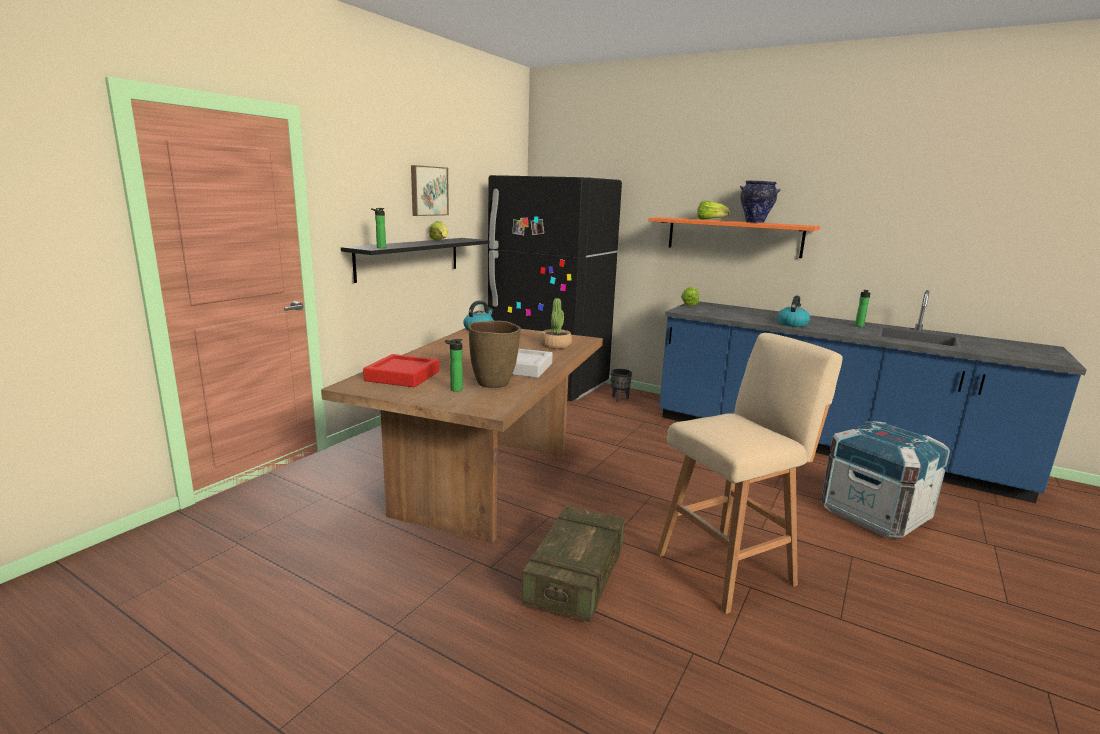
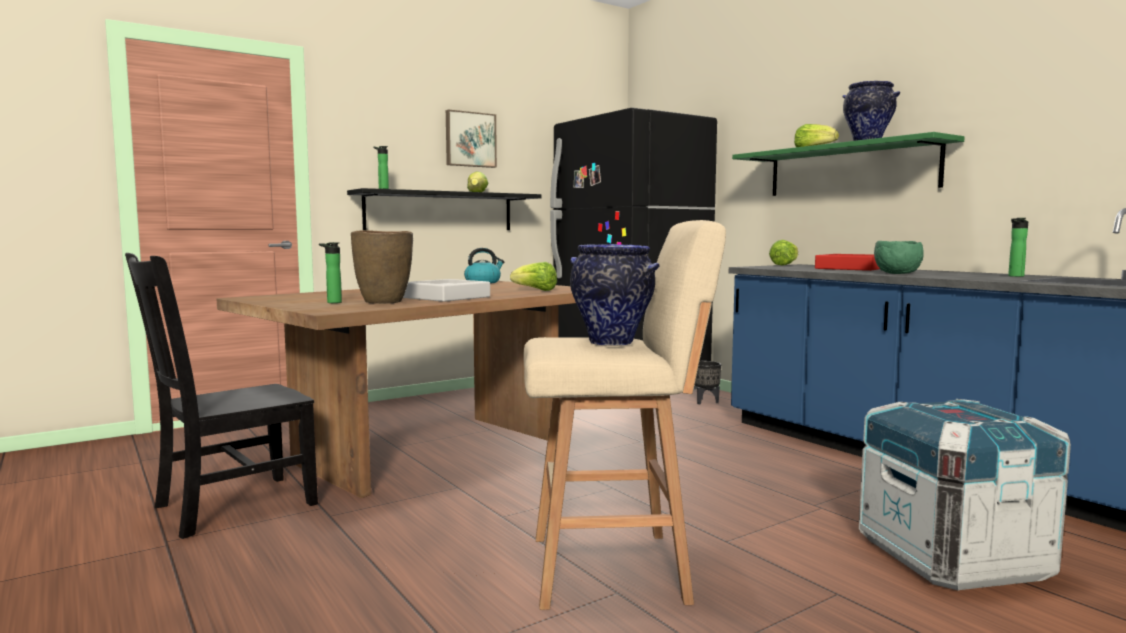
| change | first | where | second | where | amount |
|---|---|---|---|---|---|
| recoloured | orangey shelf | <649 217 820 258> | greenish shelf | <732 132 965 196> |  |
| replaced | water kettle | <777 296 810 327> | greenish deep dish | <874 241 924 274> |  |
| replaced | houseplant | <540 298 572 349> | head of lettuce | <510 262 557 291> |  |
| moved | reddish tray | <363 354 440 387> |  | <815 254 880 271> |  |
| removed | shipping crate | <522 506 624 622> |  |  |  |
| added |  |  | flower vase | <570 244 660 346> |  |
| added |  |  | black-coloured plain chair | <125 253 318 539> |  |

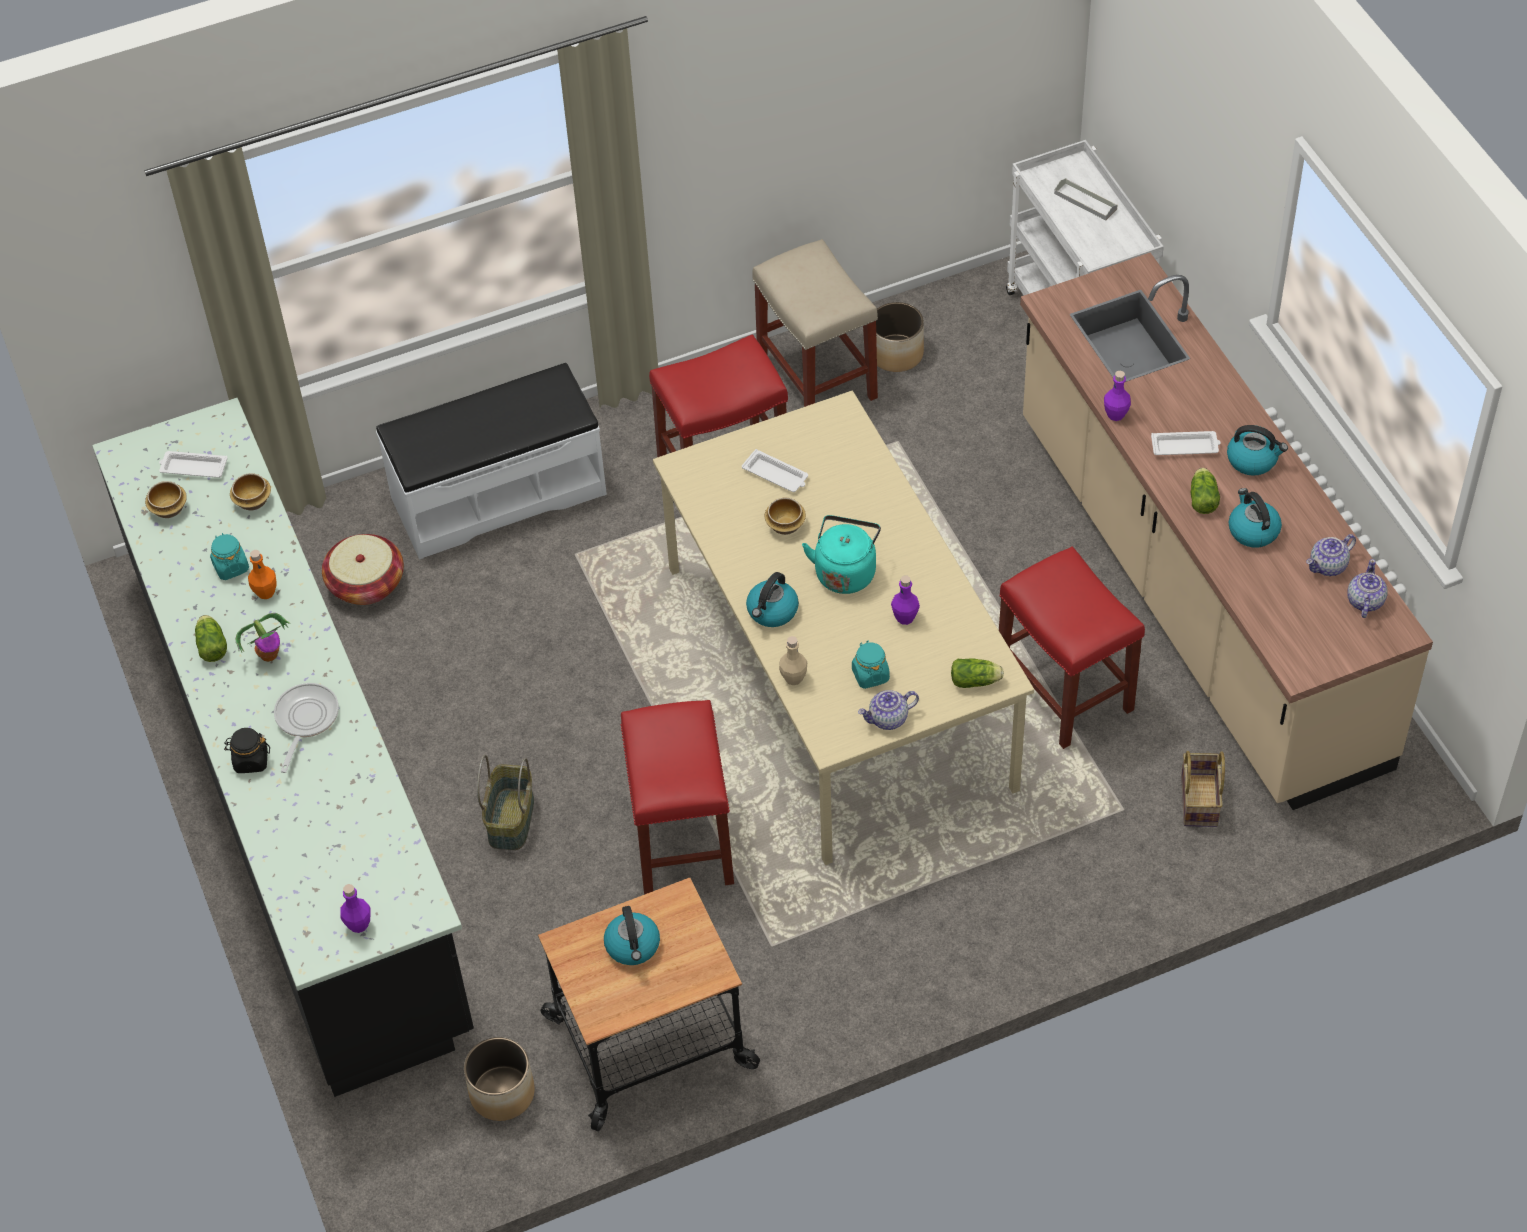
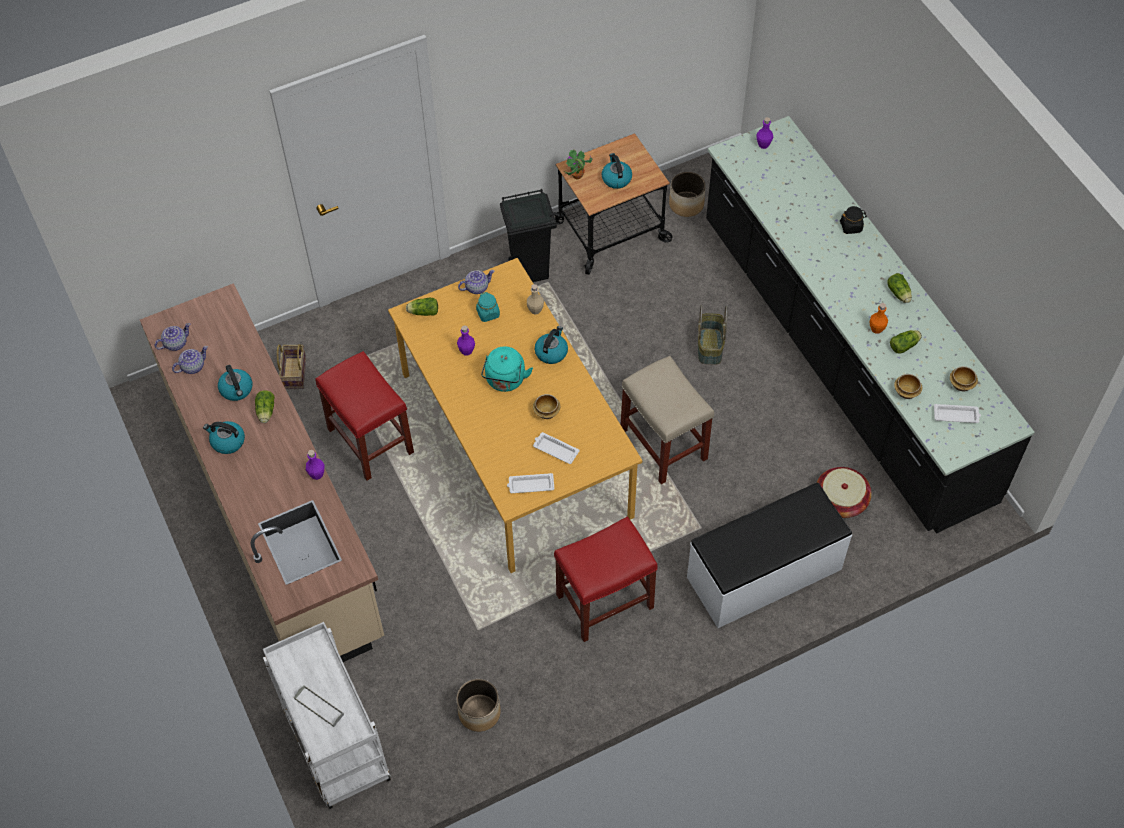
| change | first | where | second | where | amount |
|---|---|---|---|---|---|
| moved | sand-coloured sitting stool | <752 239 878 407> |  | <620 356 714 484> |  |
| recoloured | sand-coloured dinner table | <653 391 1034 865> | orangey dinner table | <388 258 642 573> |  |
| moved | white-coloured tray | <1151 431 1221 455> |  | <507 473 554 493> |  |
| replaced | blue-green jar | <210 533 249 580> | head of lettuce | <890 330 922 354> |  |
| turned | tea pot | <1347 559 1388 618> |  | <155 323 190 351> | 135 degrees counterclockwise |
| moved | houseplant | <236 613 291 662> |  | <564 150 593 179> |  |
| removed | frying pan | <274 683 339 773> |  |  |  |
| removed | reddish sitting stool | <621 700 734 895> |  |  |  |
| added |  |  | black-coloured waste bin | <500 189 557 282> |  |

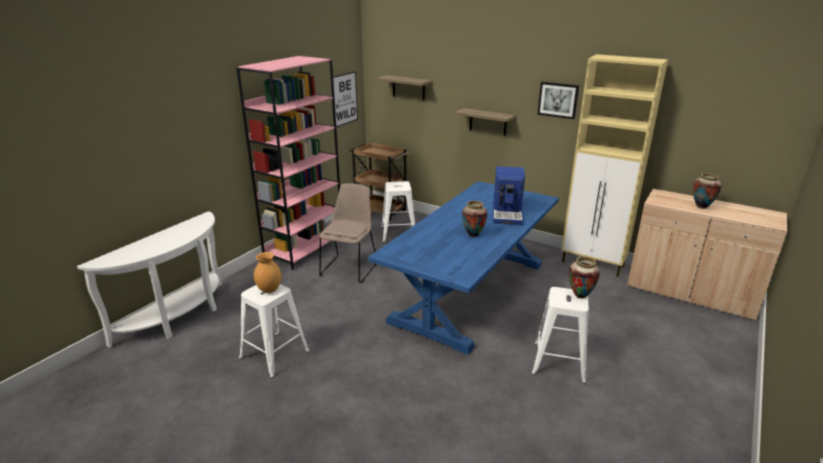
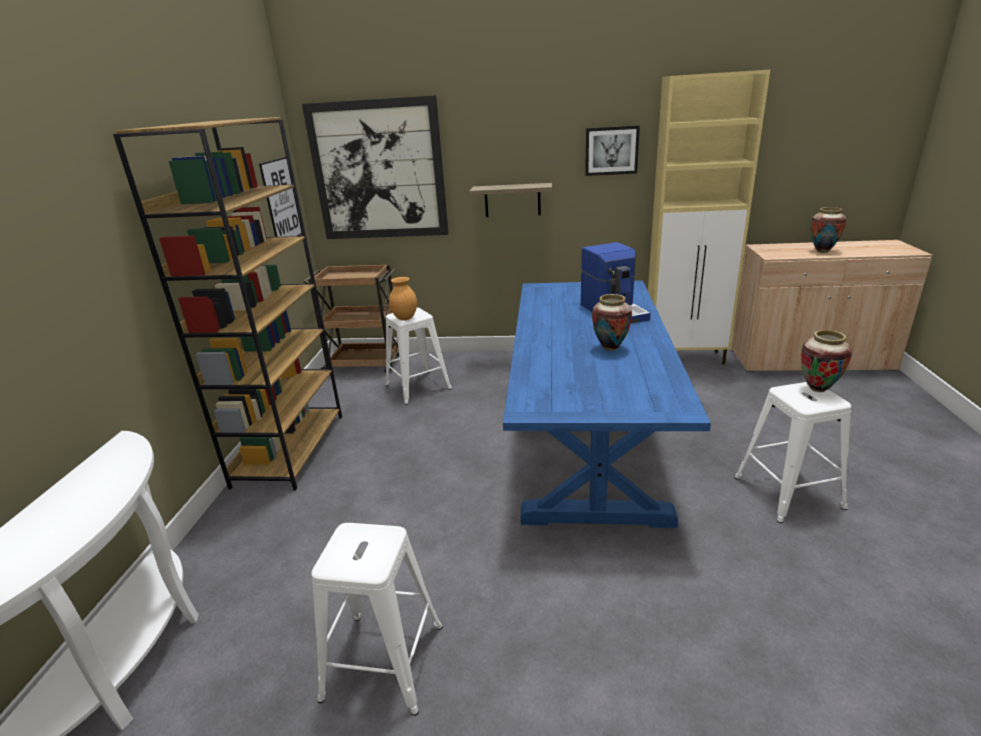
| change | first | where | second | where | amount |
|---|---|---|---|---|---|
| recoloured | pinkish bookshelf | <236 56 340 270> | brownish bookshelf | <113 117 342 490> |  |
| replaced | shelf | <377 75 431 100> | wall art | <302 95 449 239> |  |
| removed | sand-coloured plain chair | <319 183 377 283> |  |  |  |
| moved | brownish flower vase | <254 252 282 293> |  | <389 277 417 321> |  |

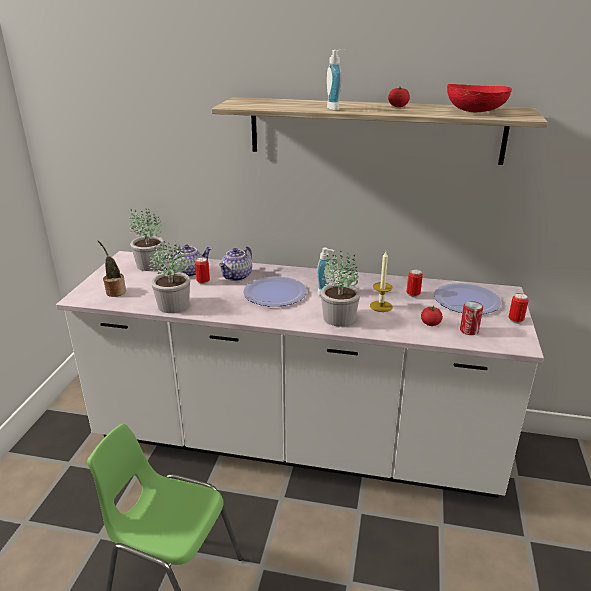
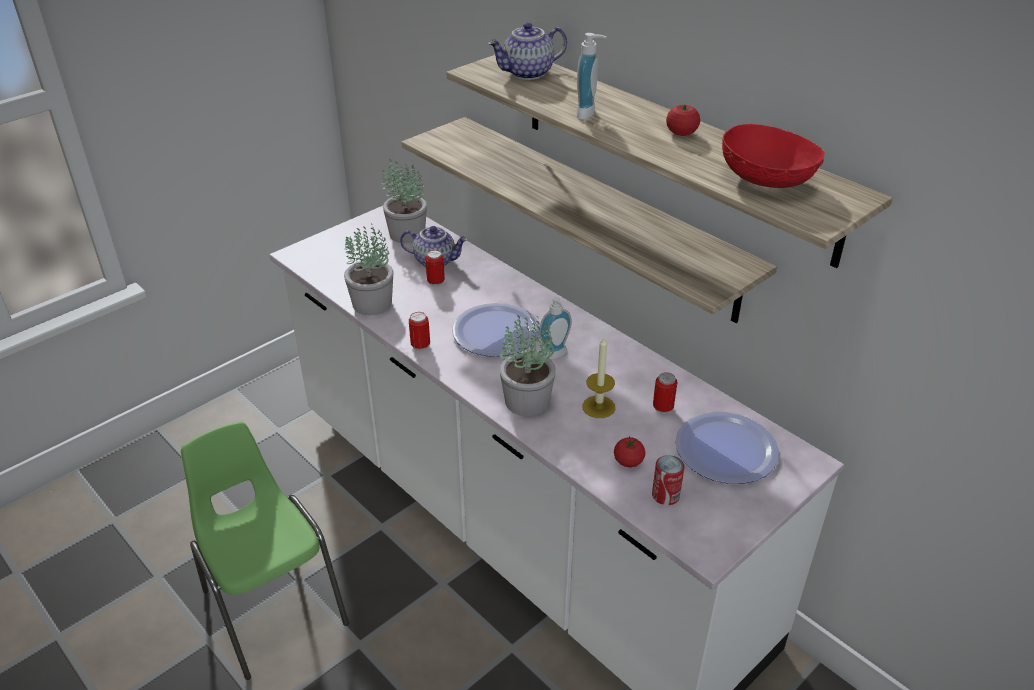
| change | first | where | second | where | amount |
|---|---|---|---|---|---|
| removed | houseplant | <98 240 126 297> |  |  |  |
| moved | tea pot | <219 247 252 281> |  | <488 22 567 80> |  |
| moved | metal can | <509 293 529 324> |  | <409 312 430 351> |  |
| added |  |  | shelf | <401 117 777 323> |  |

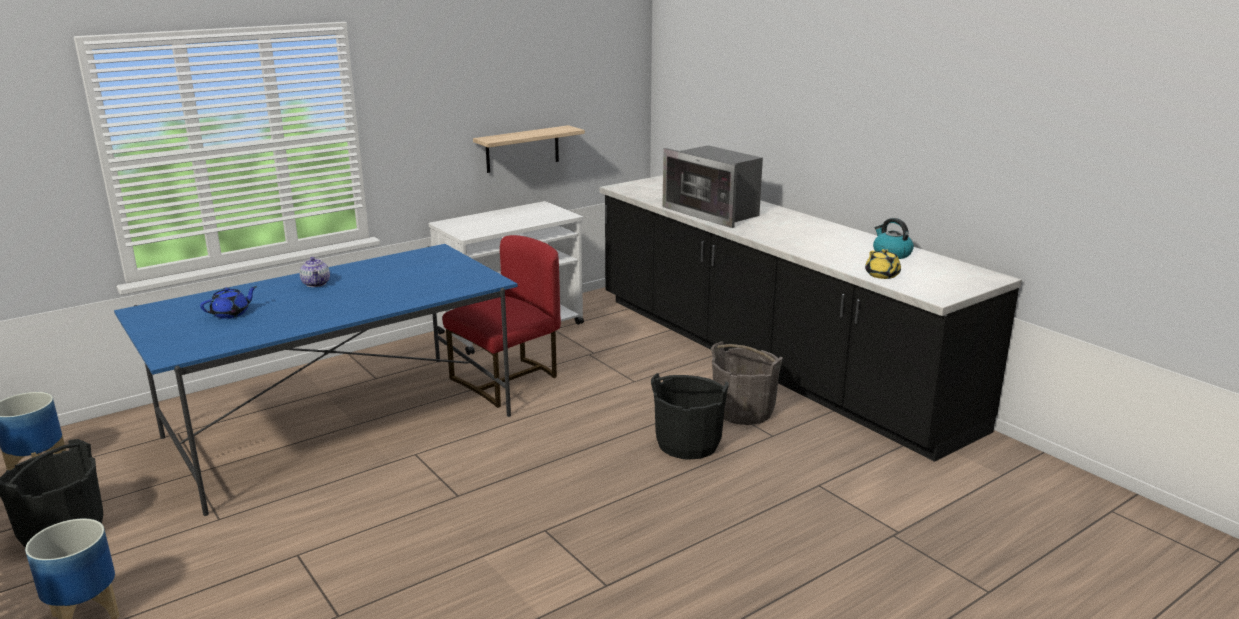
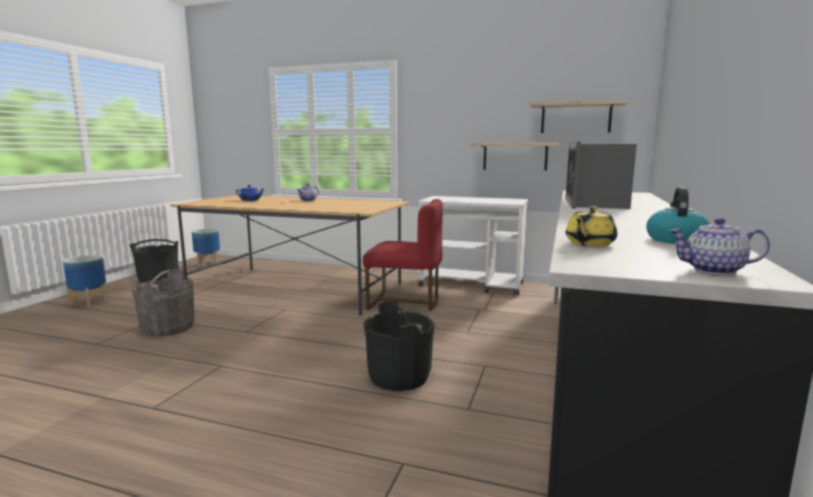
| change | first | where | second | where | amount |
|---|---|---|---|---|---|
| recoloured | blue-coloured dinner table | <114 244 518 516> | sand-coloured dinner table | <170 195 410 315> |  |
| moved | gray pail | <711 341 783 425> |  | <132 269 194 337> |  |
| added |  |  | shelf | <530 100 628 133> |  |
| added |  |  | tea pot | <669 218 770 275> |  |

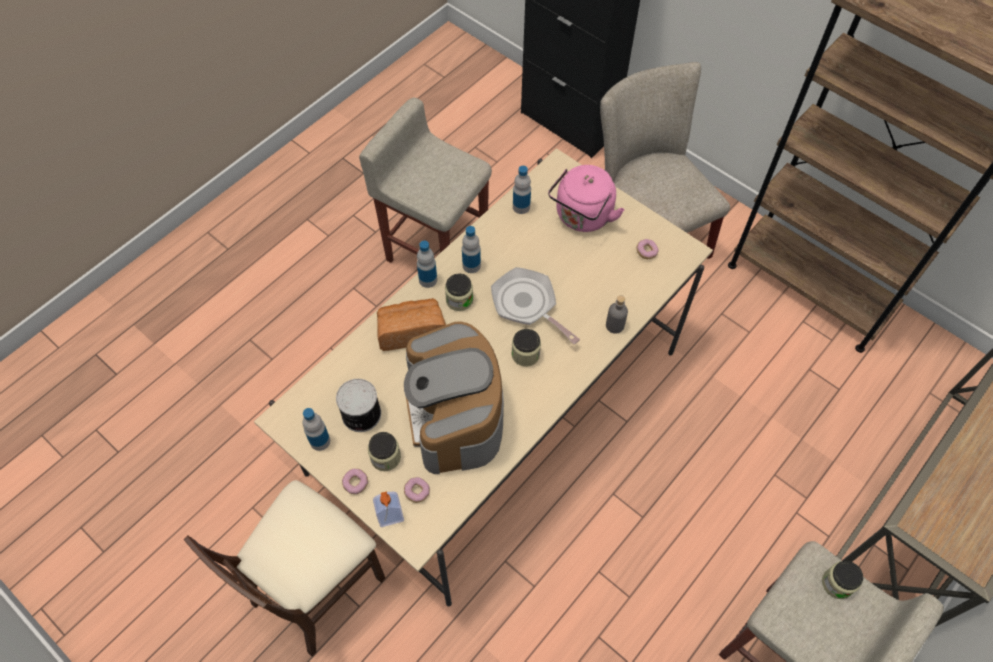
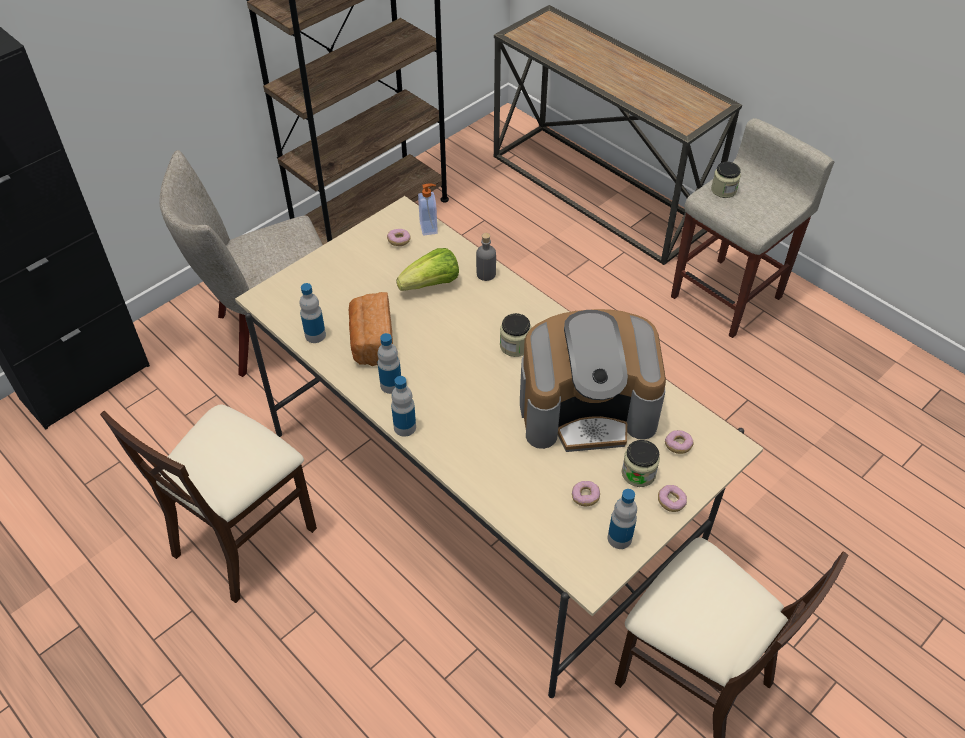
| change | first | where | second | where | amount |
|---|---|---|---|---|---|
| replaced | sand-coloured sitting stool | <359 97 492 263> | sand-coloured plain chair | <100 404 317 603> |  |
| removed | pinkish water kettle | <548 165 625 232> |  |  |  |
| removed | frying pan | <491 267 580 344> |  |  |  |
| removed | jar | <445 273 473 311> |  |  |  |
| moved | bakery bread | <377 298 446 351> |  | <349 292 393 366> |  |
| replaced | metal can | <336 379 381 432> | doughnut | <572 481 600 506> |  |
| moved | liquid soap bottle | <373 491 404 527> |  | <418 184 438 236> |  |
| added |  |  | head of lettuce | <396 248 459 291> |  |

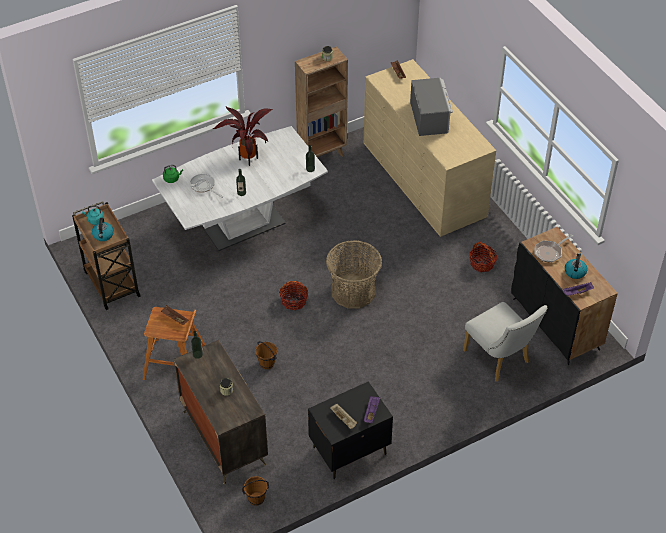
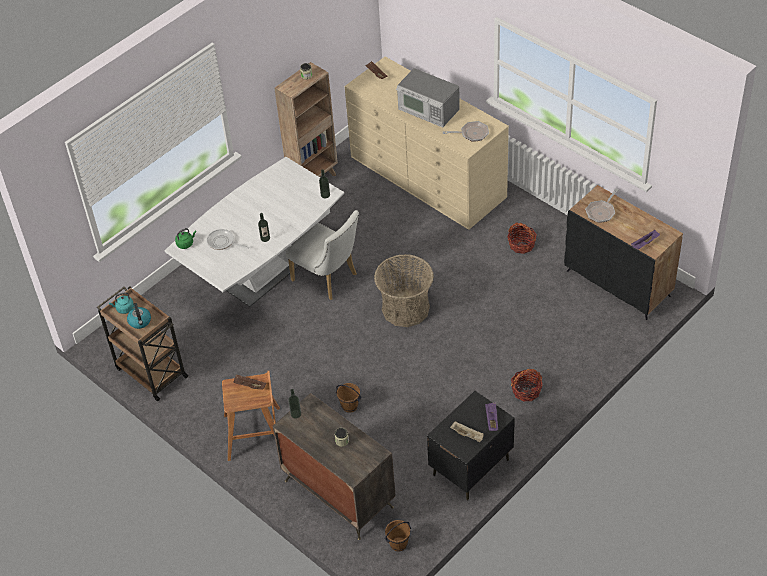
| change | first | where | second | where | amount |
|---|---|---|---|---|---|
| turned | kitchen microwave | <410 78 453 136> |  | <396 68 460 128> | 150 degrees clockwise |
| removed | houseplant | <212 107 272 166> |  |  |  |
| removed | water kettle | <565 253 587 279> |  |  |  |
| moved | household basket | <279 281 308 310> |  | <511 369 543 402> |  |
| moved | white-coloured plain chair | <463 302 548 381> |  | <286 210 359 300> |  |
| added |  |  | frying pan | <443 121 489 142> |  |

